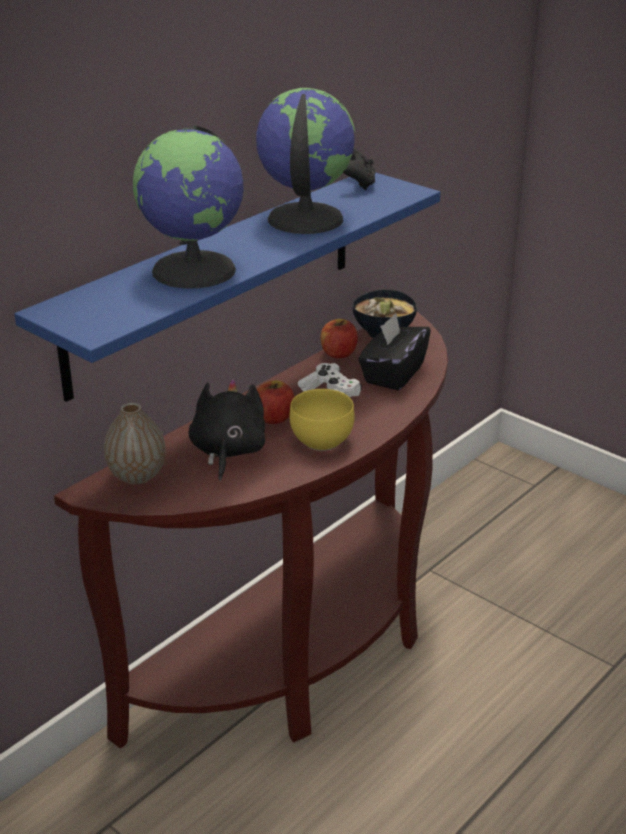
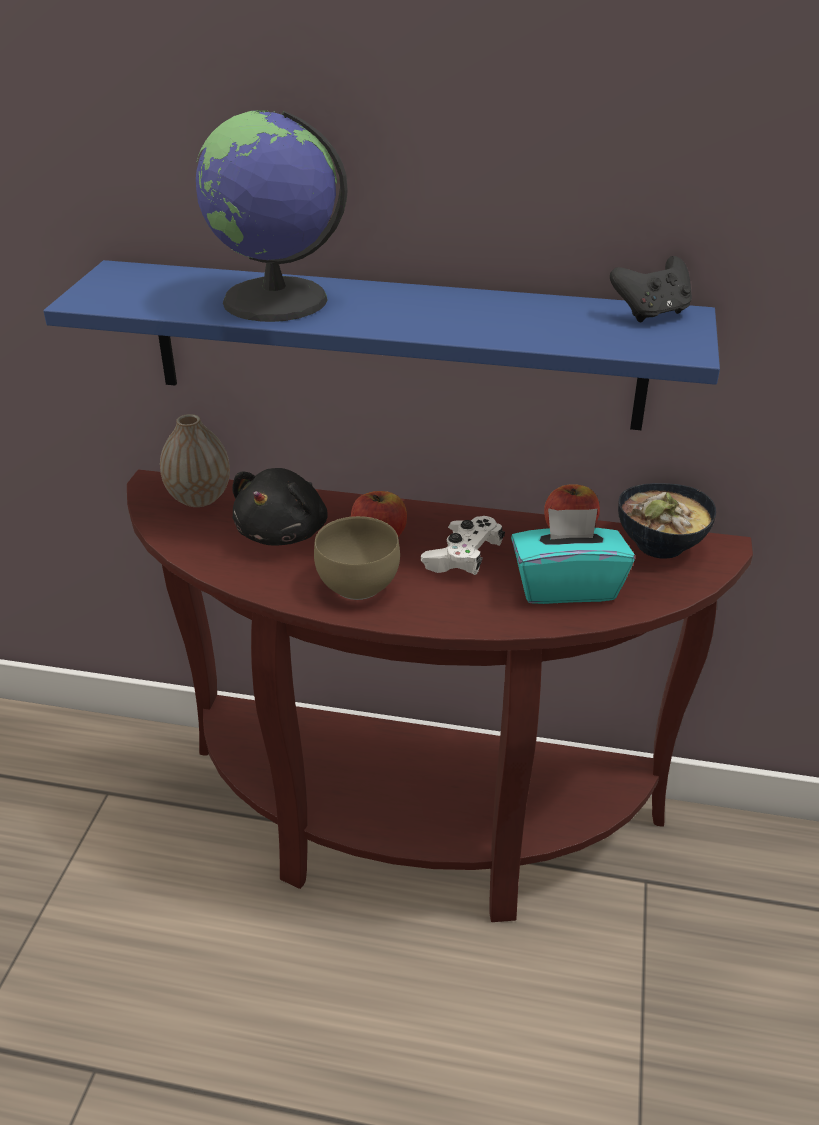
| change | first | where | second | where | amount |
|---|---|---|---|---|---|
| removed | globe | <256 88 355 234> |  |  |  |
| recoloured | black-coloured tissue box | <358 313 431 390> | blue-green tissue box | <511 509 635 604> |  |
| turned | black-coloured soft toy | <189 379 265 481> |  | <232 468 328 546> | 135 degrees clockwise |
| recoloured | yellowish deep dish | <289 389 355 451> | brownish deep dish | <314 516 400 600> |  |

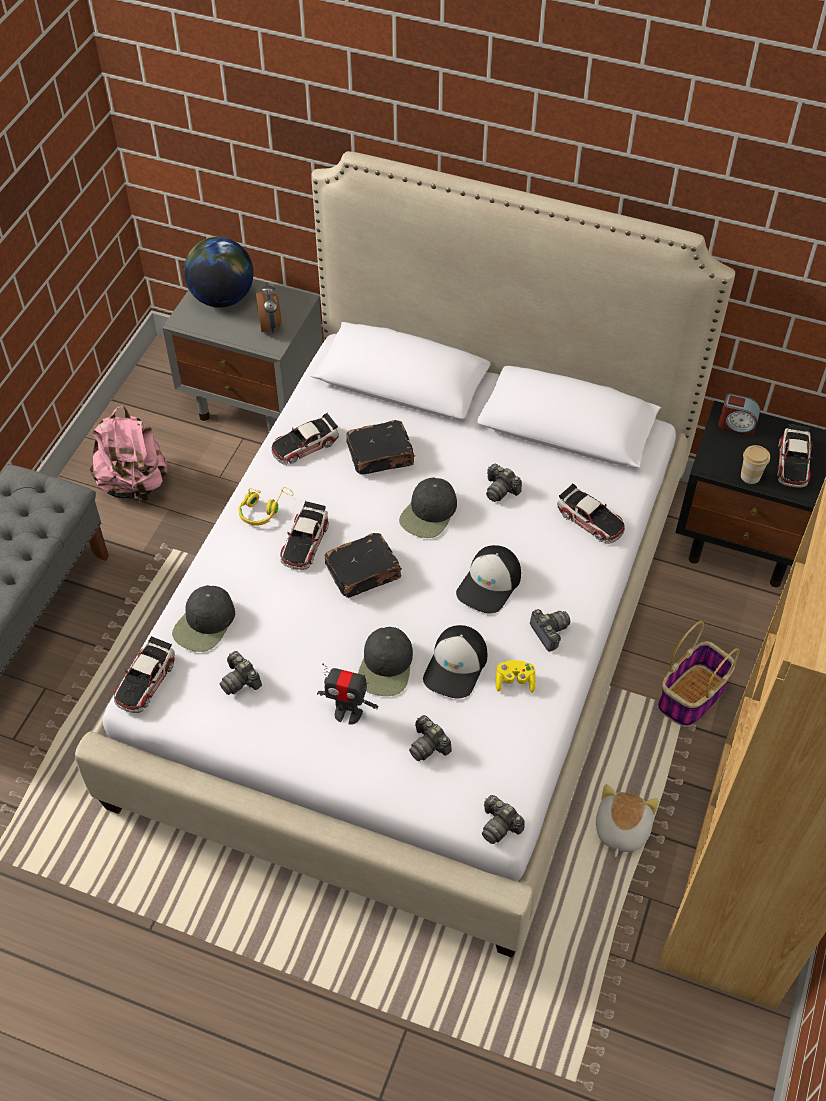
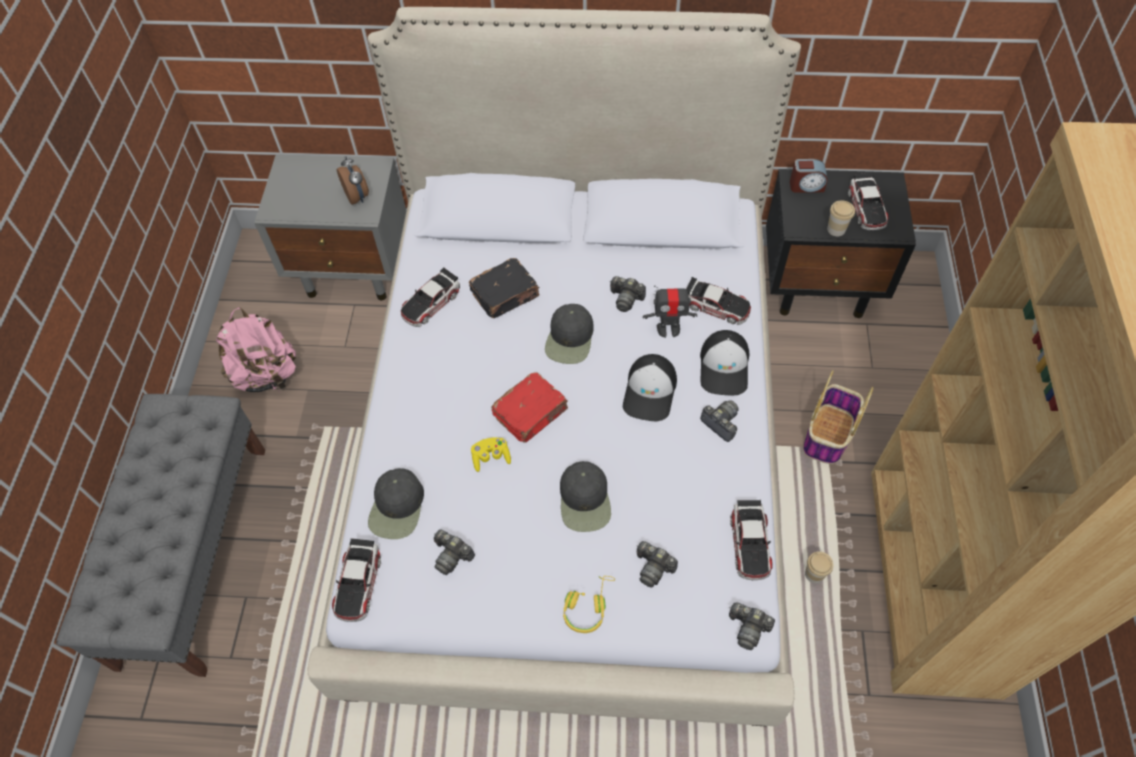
| change | first | where | second | where | amount |
|---|---|---|---|---|---|
| removed | globe | <184 237 254 308> |  |  |  |
| moved | yellowish pair of headphones | <238 487 293 526> |  | <563 576 615 633> |  |
| moved | model car | <280 501 329 570> |  | <730 500 773 580> |  |
| recoloured | black-coloured bound book | <324 533 402 598> | reddish bound book | <491 372 568 443> |  |
| moved | baseball cap | <423 625 487 699> |  | <700 330 749 395> |  |
| moved | yellowish game controller | <496 660 536 693> |  | <471 438 511 472> |  |
| moved | robot figure | <317 664 378 725> |  | <643 285 697 338> |  |
| replaced | soft toy | <596 784 659 857> | small cup | <805 551 833 583> |  |

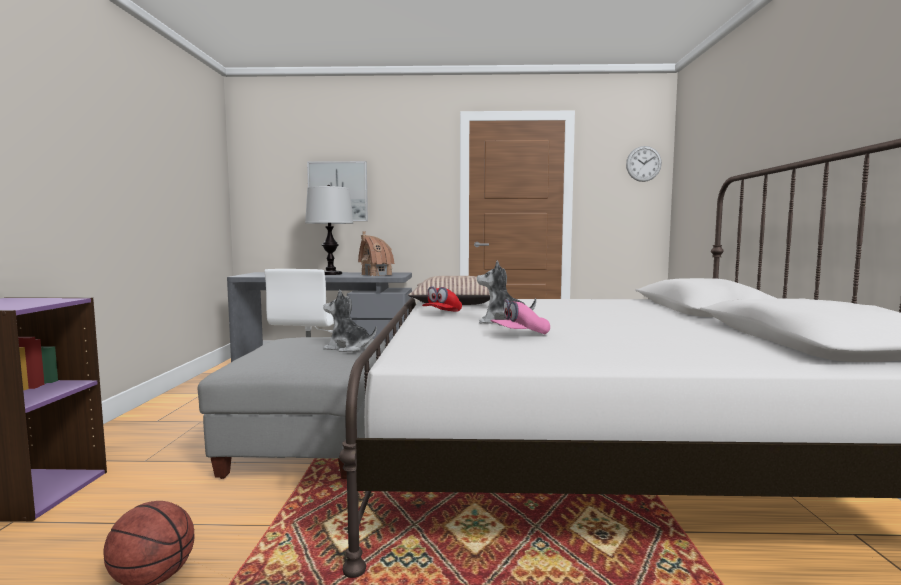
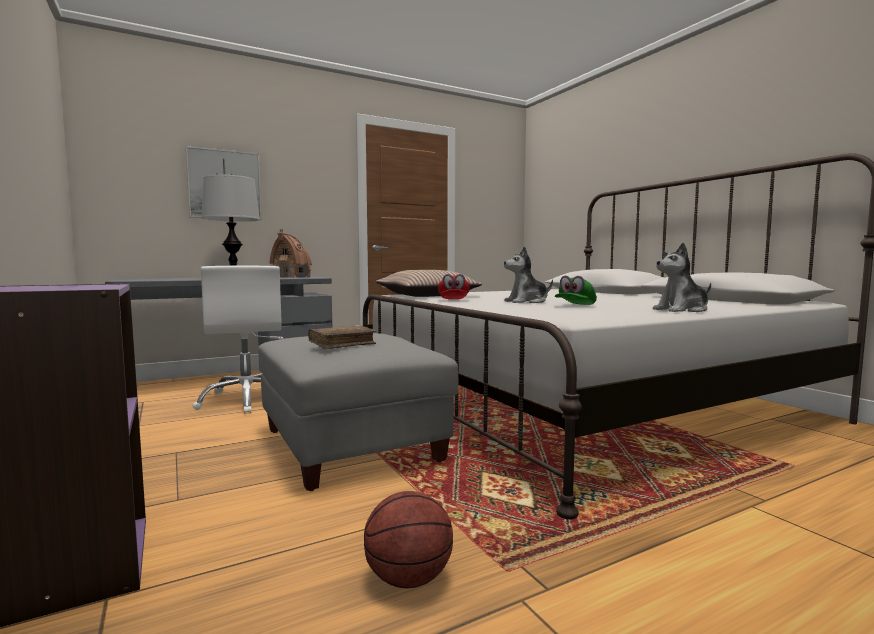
| change | first | where | second | where | amount |
|---|---|---|---|---|---|
| removed | clock on the wall | <626 146 662 182> |  |  |  |
| moved | soft toy | <323 290 377 352> |  | <653 242 711 312> |  |
| recoloured | pinkish baseball cap | <490 299 550 334> | greenish baseball cap | <555 276 597 305> |  |
| added |  |  | brownish bound book | <308 325 377 350> |  |

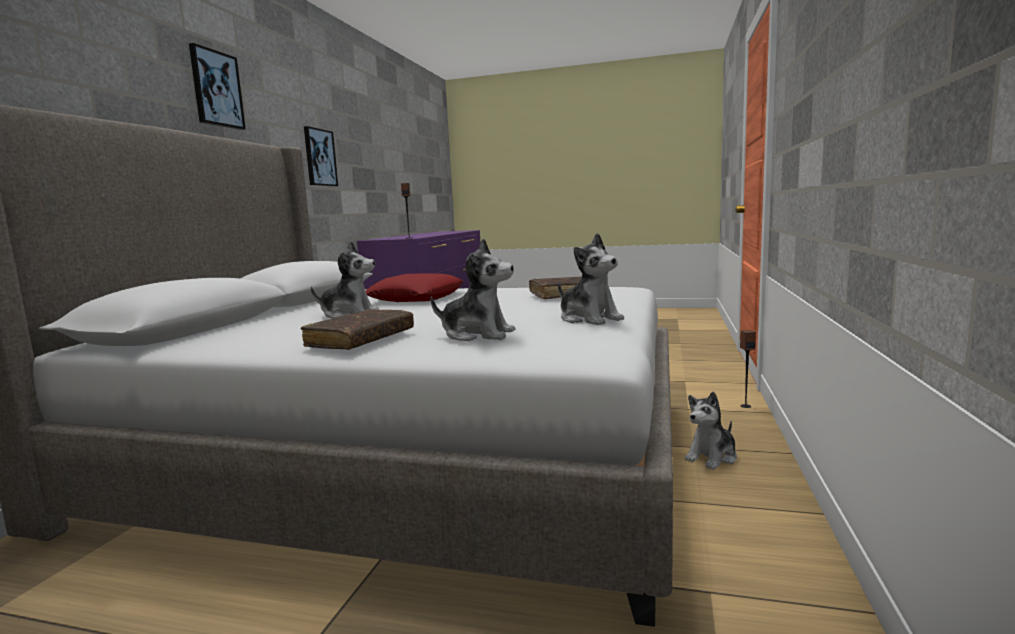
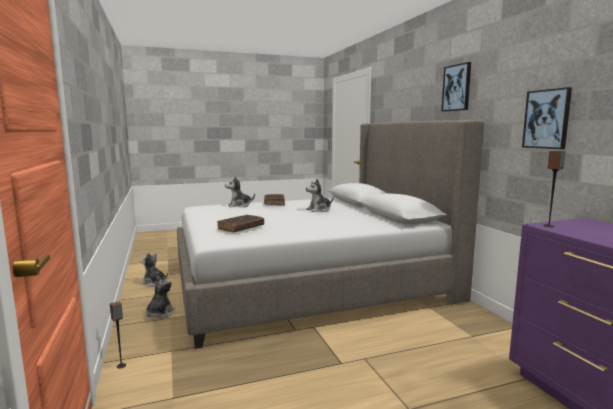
| change | first | where | second | where | amount |
|---|---|---|---|---|---|
| moved | soft toy | <558 233 624 325> |  | <140 252 168 287> |  |
| removed | reddish cushion | <366 273 464 302> |  |  |  |

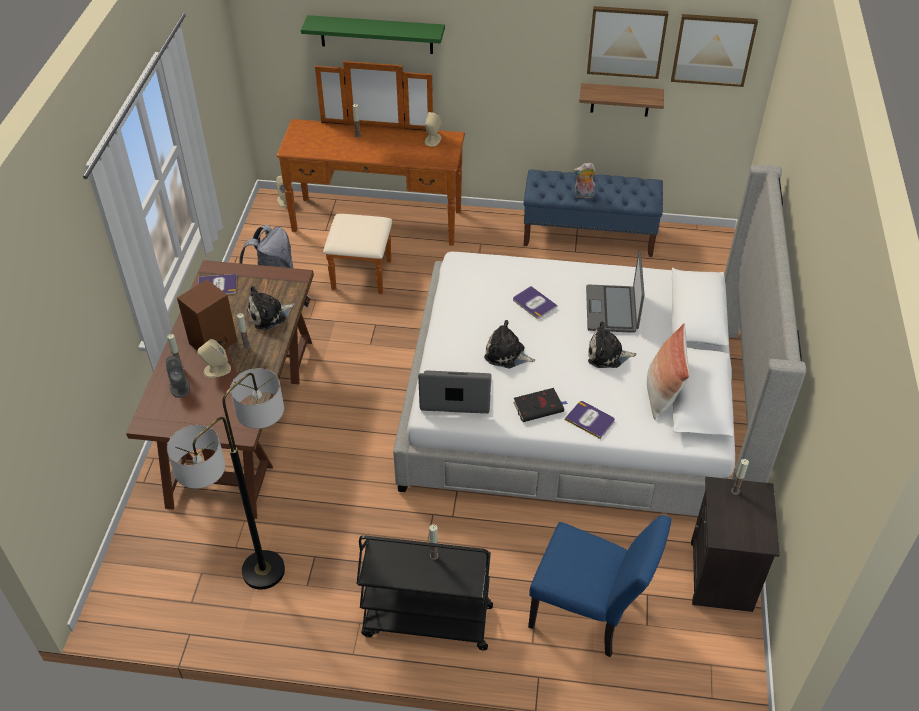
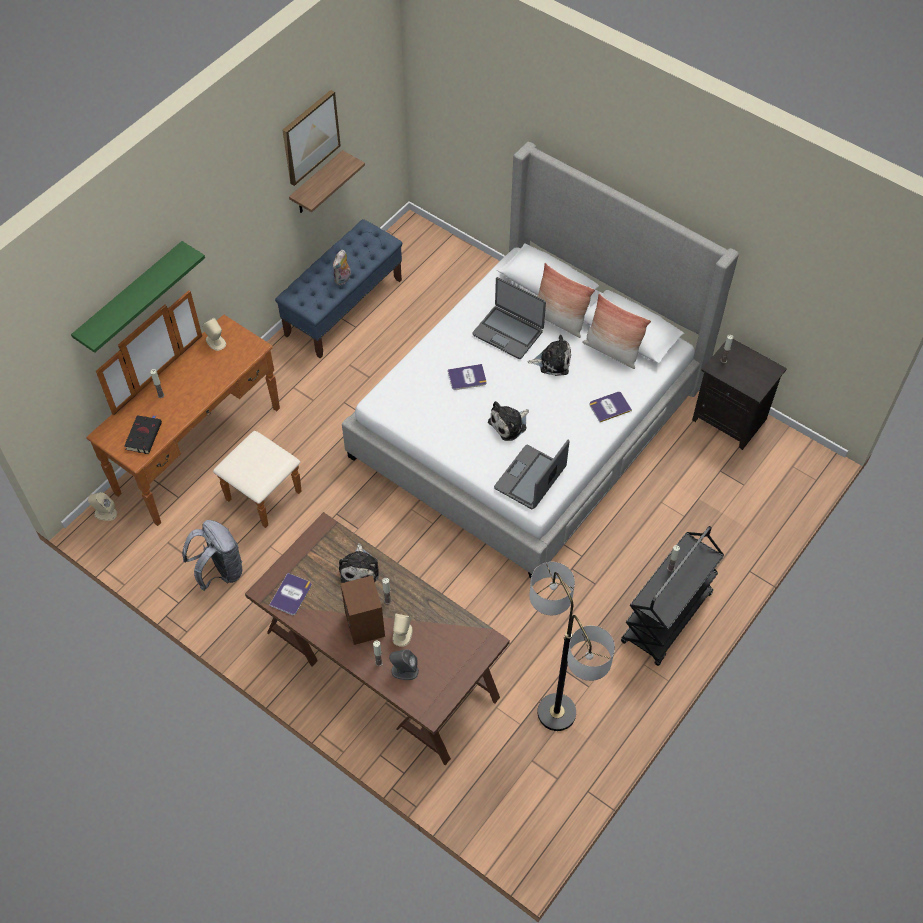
| change | first | where | second | where | amount |
|---|---|---|---|---|---|
| removed | wall art | <671 14 758 87> |  |  |  |
| turned | soft toy | <588 321 637 368> |  | <527 335 571 376> | 120 degrees counterclockwise |
| moved | black-coloured bound book | <513 388 568 422> |  | <124 415 162 454> |  |
| removed | blue-coloured plain chair | <528 515 671 657> |  |  |  |
| added |  |  | cushion | <537 263 595 338> |  |

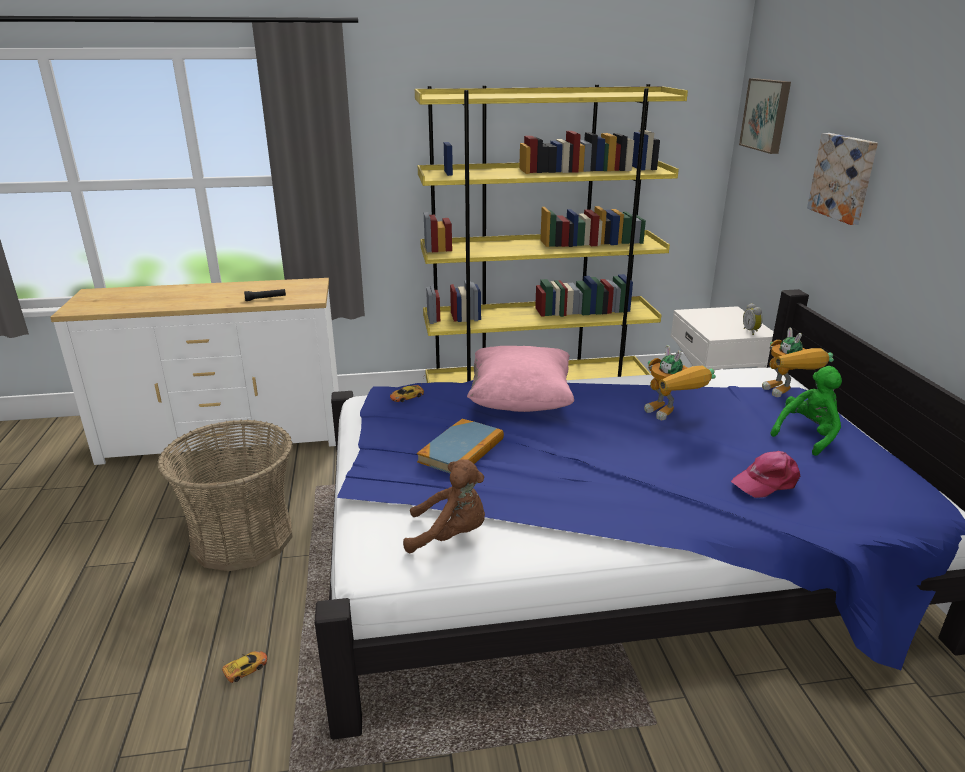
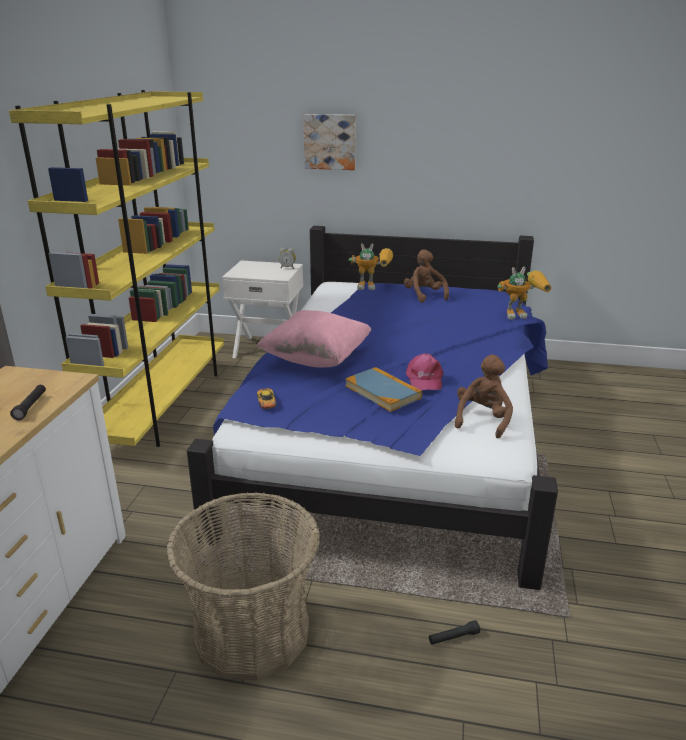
| change | first | where | second | where | amount |
|---|---|---|---|---|---|
| removed | wall art | <739 78 791 154> |  |  |  |
| moved | robot figure | <644 345 716 420> |  | <497 267 551 320> |  |
| recoloured | greenish soft toy | <770 366 842 456> | brownish soft toy | <404 249 449 303> |  |
| moved | pinkish baseball cap | <731 451 800 498> |  | <406 353 443 390> |  |
| replaced | model car | <218 651 267 683> | black-coloured torch | <429 620 480 645> |  |

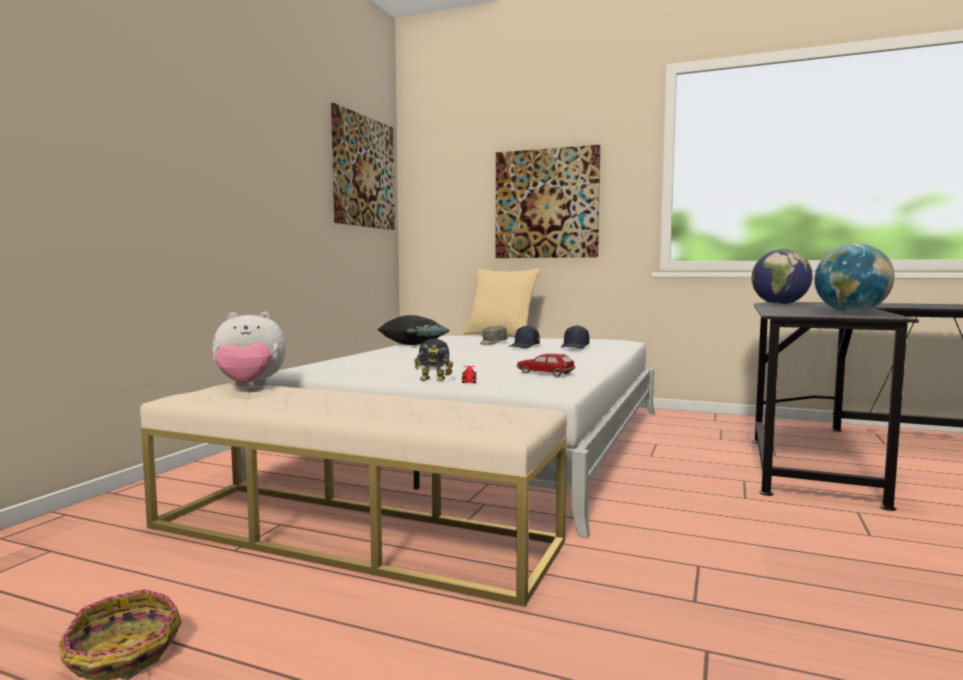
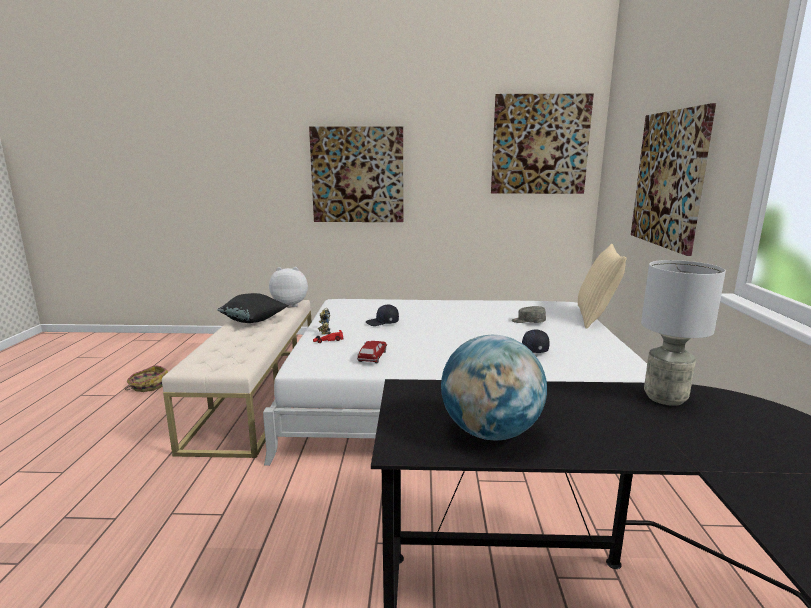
| change | first | where | second | where | amount |
|---|---|---|---|---|---|
| replaced | globe | <751 249 813 305> | gray tabletop lamp | <641 260 726 406> |  |
| turned | soft toy | <213 312 286 386> |  | <269 267 308 307> | 120 degrees clockwise |
| moved | black-coloured cushion | <377 315 449 345> |  | <217 293 288 323> |  |
| removed | black-coloured baseball cap | <508 325 540 349> |  |  |  |
| added |  |  | wall art | <309 126 403 222> |  |

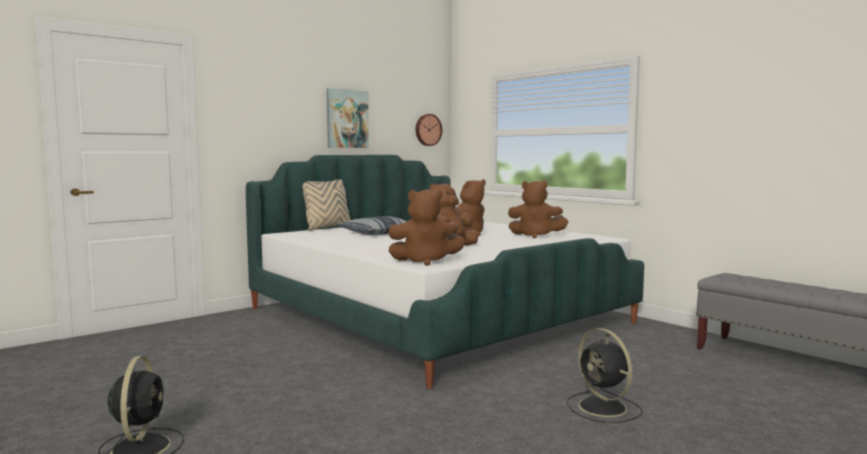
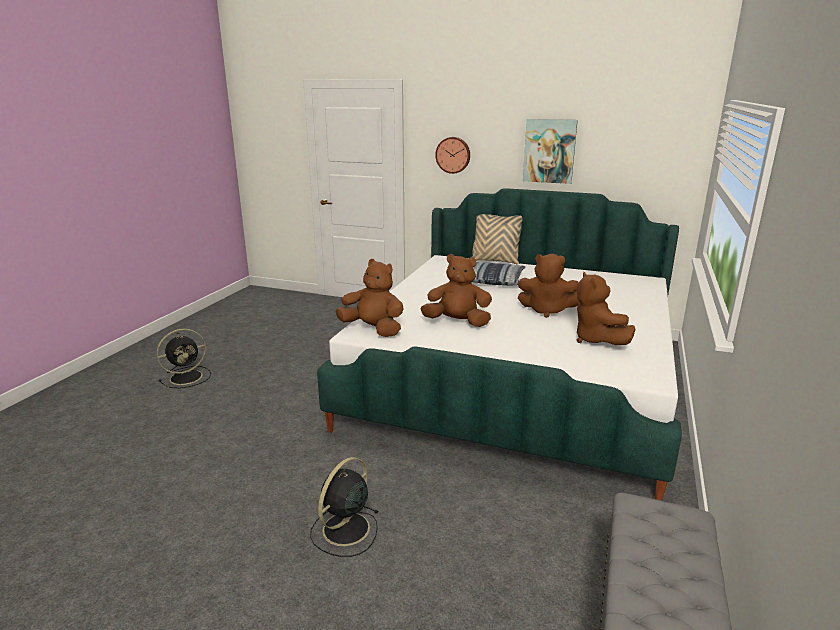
| change | first | where | second | where | amount |
|---|---|---|---|---|---|
| moved | clock on the wall | <416 114 442 146> |  | <435 137 470 174> |  |
| turned | brownish soft toy | <388 189 465 266> |  | <335 259 404 337> | 150 degrees clockwise |

